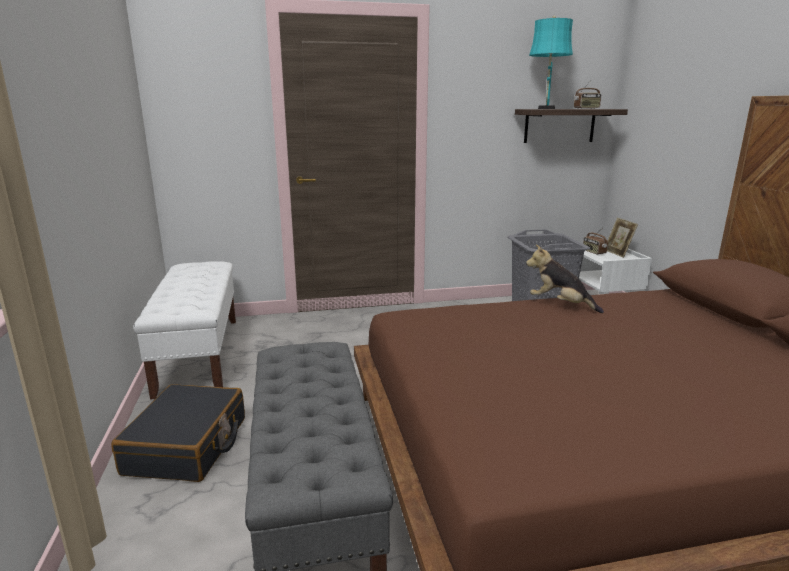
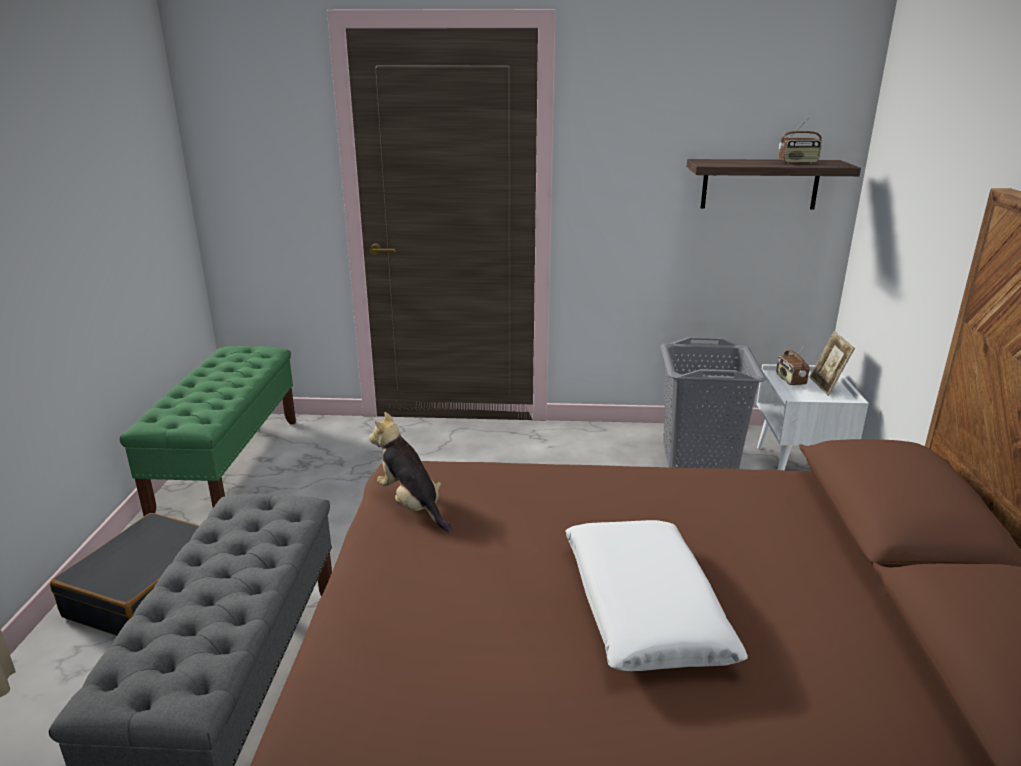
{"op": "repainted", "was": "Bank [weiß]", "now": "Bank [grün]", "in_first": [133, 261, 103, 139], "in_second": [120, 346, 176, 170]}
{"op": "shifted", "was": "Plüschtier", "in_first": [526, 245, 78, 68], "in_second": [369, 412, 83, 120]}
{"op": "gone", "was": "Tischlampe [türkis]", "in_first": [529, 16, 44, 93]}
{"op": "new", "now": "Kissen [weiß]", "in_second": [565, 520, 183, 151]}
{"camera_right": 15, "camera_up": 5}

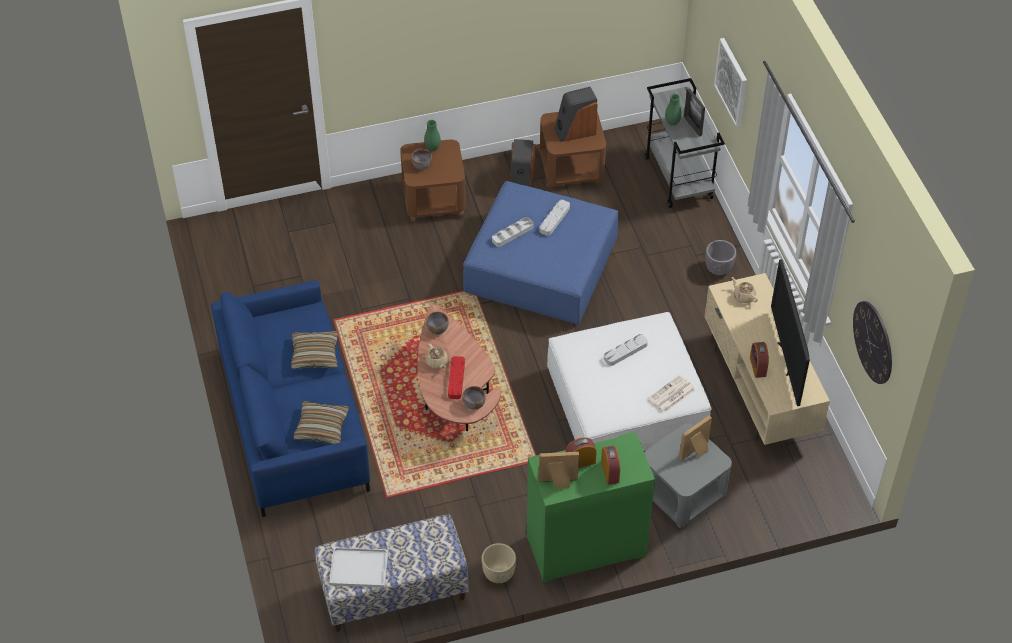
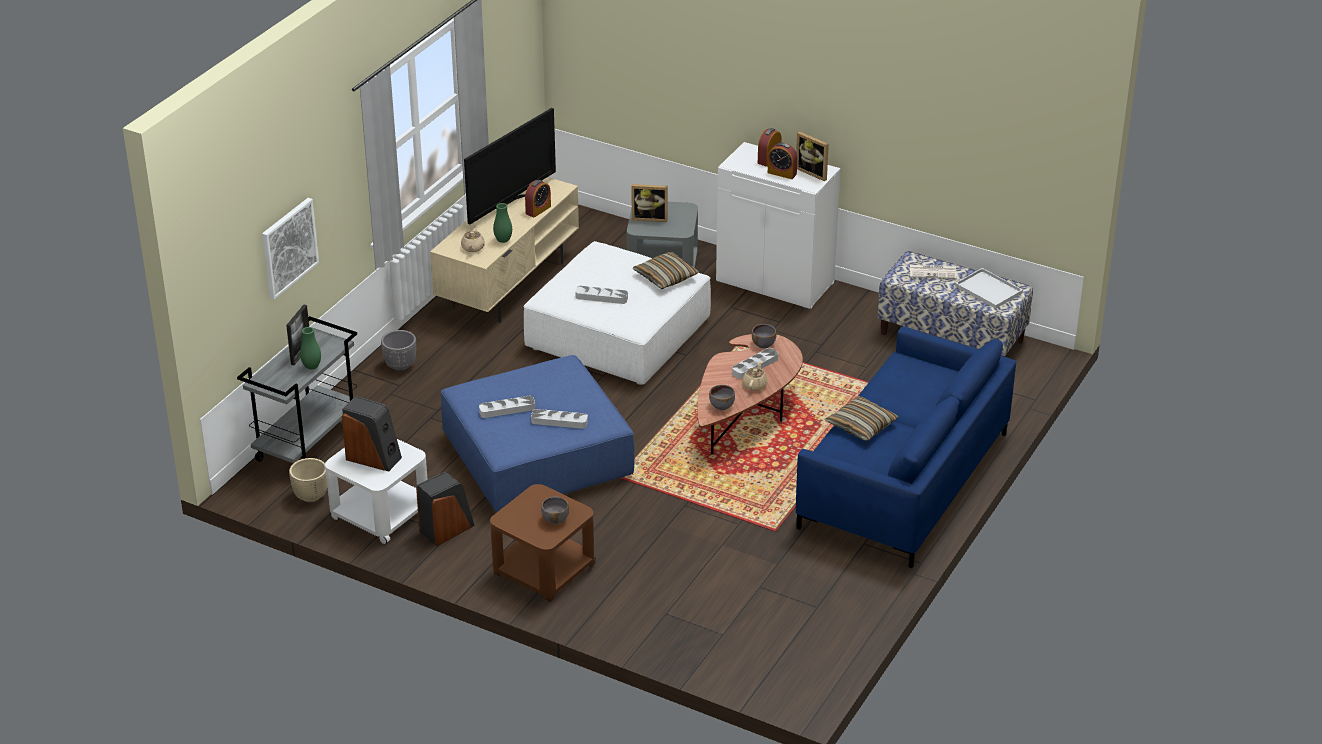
{"op": "shifted", "was": "Kissen", "in_first": [294, 401, 55, 43], "in_second": [633, 252, 66, 37]}
{"op": "shifted", "was": "Vase [grün]", "in_first": [424, 120, 17, 31], "in_second": [493, 203, 19, 40]}
{"op": "repainted", "was": "Tablett [rot]", "now": "Tablett [grau]", "in_first": [448, 356, 17, 43], "in_second": [732, 348, 46, 31]}
{"op": "shifted", "was": "Pflanzkübel [beige]", "in_first": [481, 543, 35, 40], "in_second": [289, 458, 38, 44]}
{"op": "repainted", "was": "Schrank [grün]", "now": "Schrank [weiß]", "in_first": [527, 432, 128, 151], "in_second": [716, 142, 124, 168]}
{"op": "repainted", "was": "Beistelltisch [braun]", "now": "Beistelltisch [weiß]", "in_first": [538, 112, 68, 78], "in_second": [325, 439, 103, 105]}
{"op": "shifted", "was": "Zeitung", "in_first": [649, 375, 47, 38], "in_second": [910, 265, 47, 14]}
{"op": "gone", "was": "Wanduhr", "in_first": [853, 301, 39, 83]}
{"camera_right": -135, "camera_up": -15}

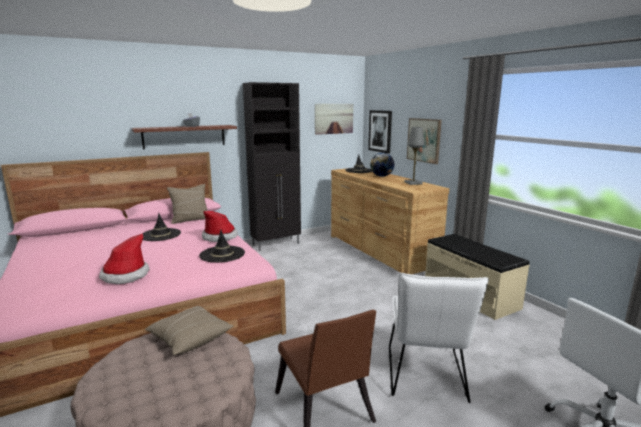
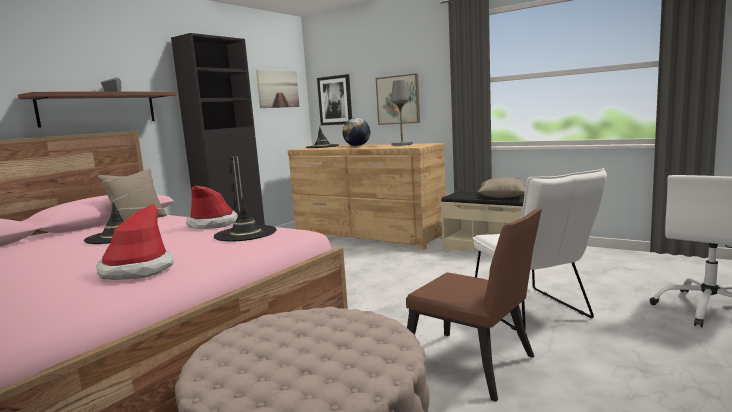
{"op": "shifted", "was": "Kissen [beige]", "in_first": [145, 306, 88, 49], "in_second": [478, 177, 47, 21]}
{"camera_right": -25, "camera_up": -5}

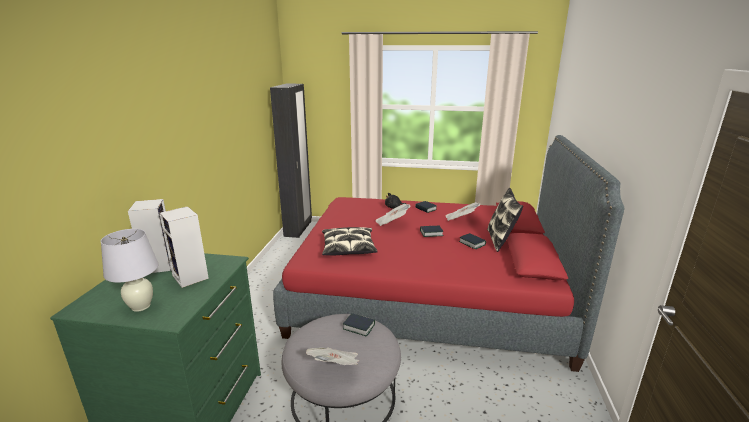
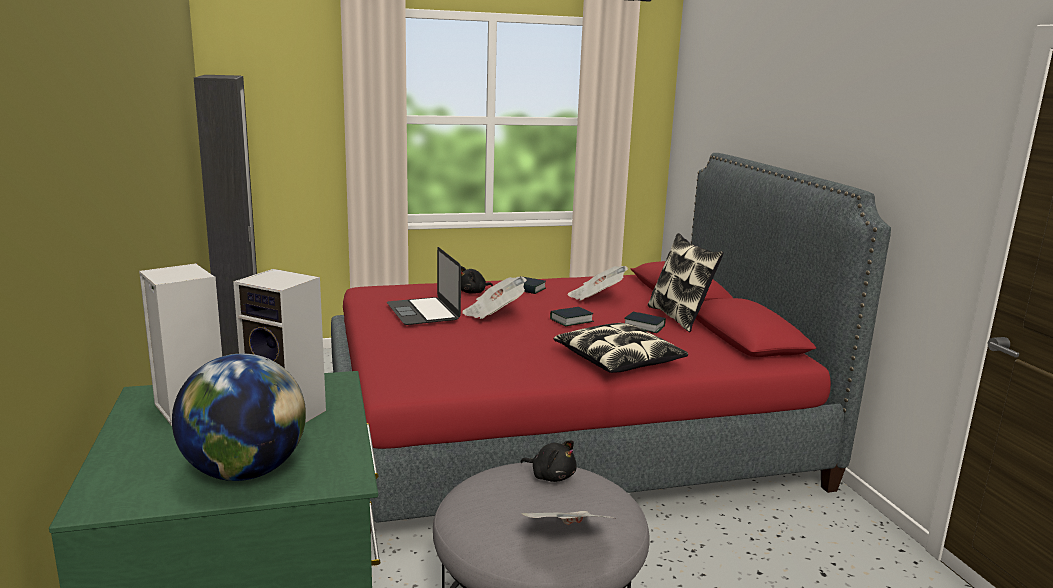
{"op": "swapped", "was": "Tischlampe [weiß]", "now": "Globus", "in_first": [101, 229, 57, 83], "in_second": [172, 354, 134, 127]}
{"op": "shifted", "was": "Kissen", "in_first": [322, 227, 56, 28], "in_second": [554, 323, 134, 50]}
{"op": "swapped", "was": "Buch", "now": "Plüschtier [schwarz]", "in_first": [343, 313, 32, 24], "in_second": [520, 440, 57, 42]}
{"op": "new", "now": "Laptop", "in_second": [387, 247, 74, 78]}
{"camera_right": -25, "camera_up": -5}

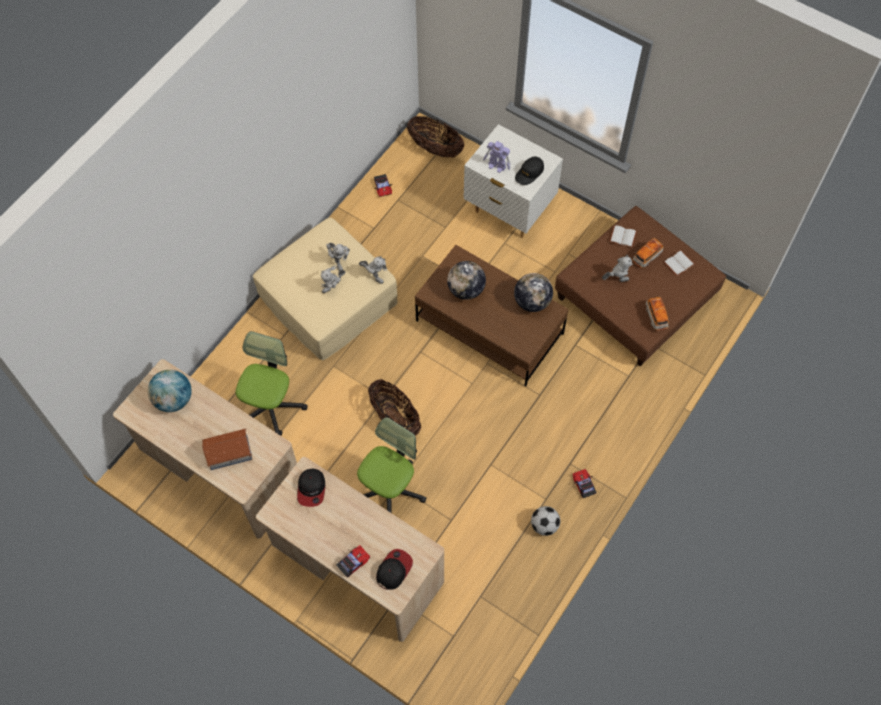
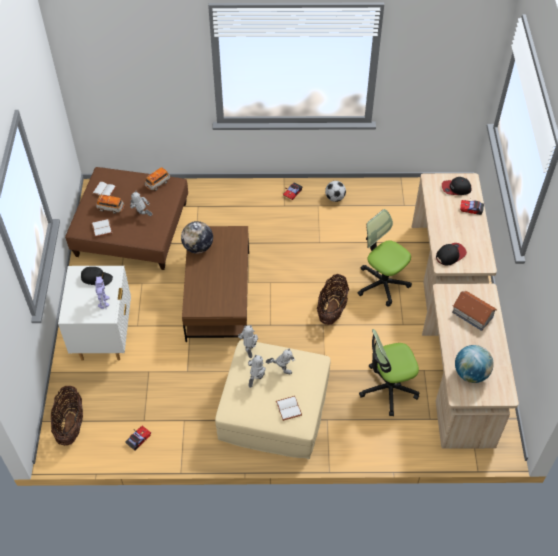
{"op": "rotated", "was": "Bürostuhl", "in_first": [357, 417, 69, 96], "in_second": [358, 209, 54, 97], "clockwise": 45}
{"op": "gone", "was": "Globus", "in_first": [447, 261, 39, 39]}
{"op": "new", "now": "Buch [weiß]", "in_second": [276, 396, 26, 25]}
{"camera_right": -125, "camera_up": -10}

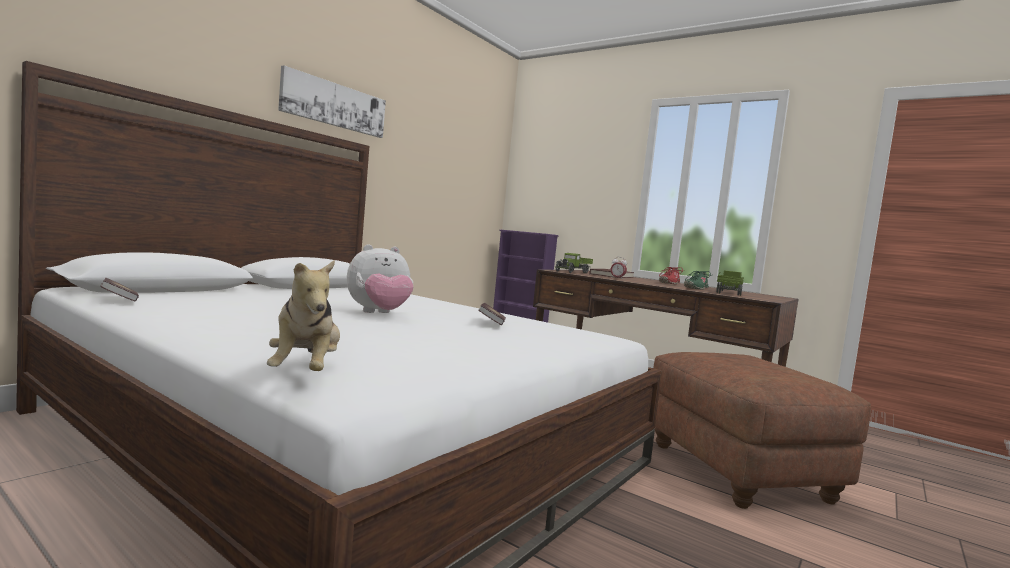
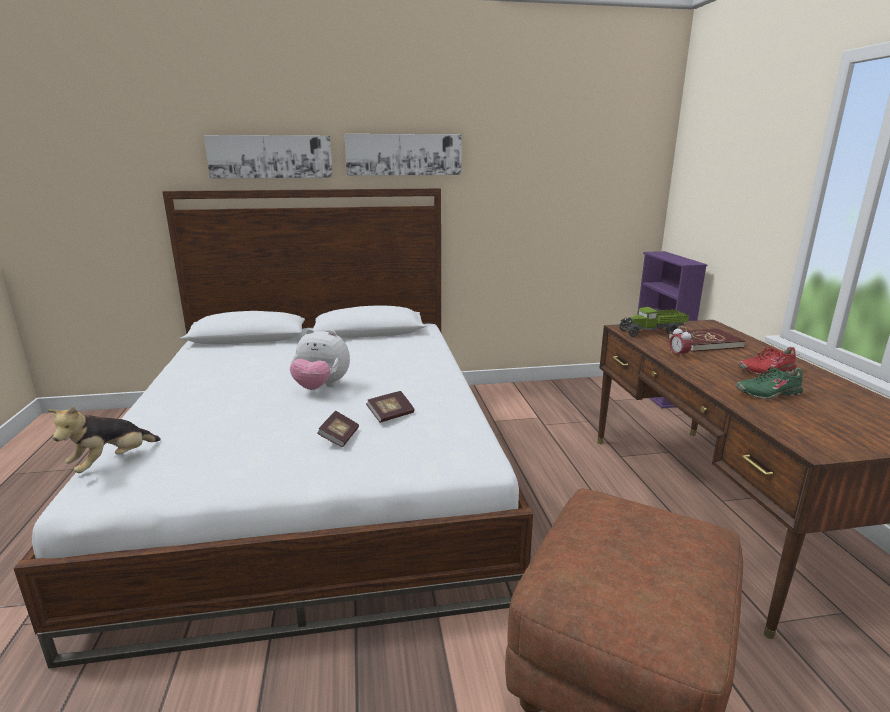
{"op": "shifted", "was": "Buch", "in_first": [100, 278, 39, 23], "in_second": [317, 411, 42, 36]}
{"op": "gone", "was": "Spielzeuglaster", "in_first": [716, 270, 28, 26]}
{"op": "new", "now": "Bild", "in_second": [204, 135, 129, 43]}
{"camera_right": 45, "camera_up": 15}

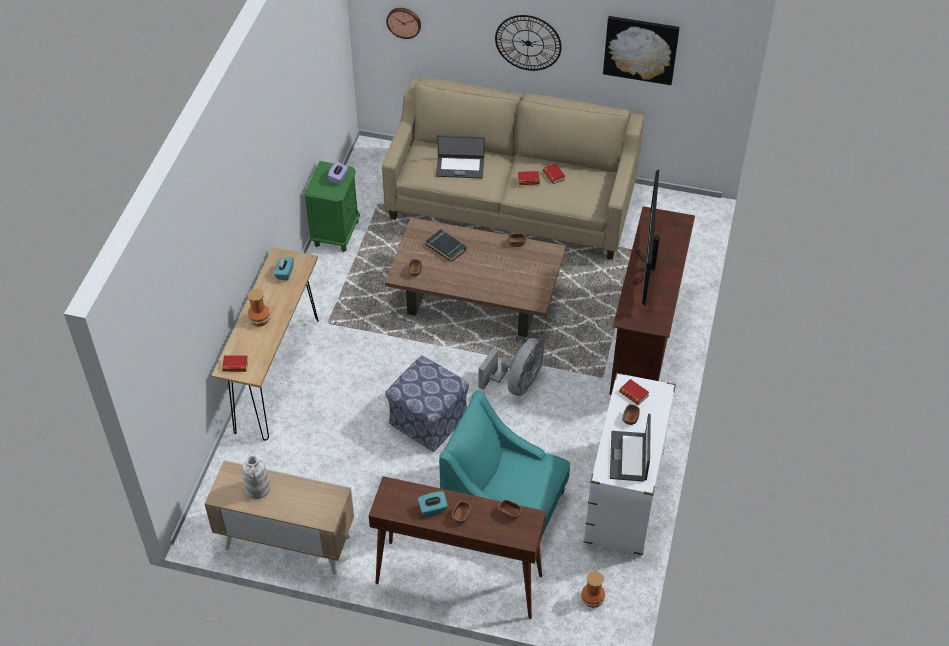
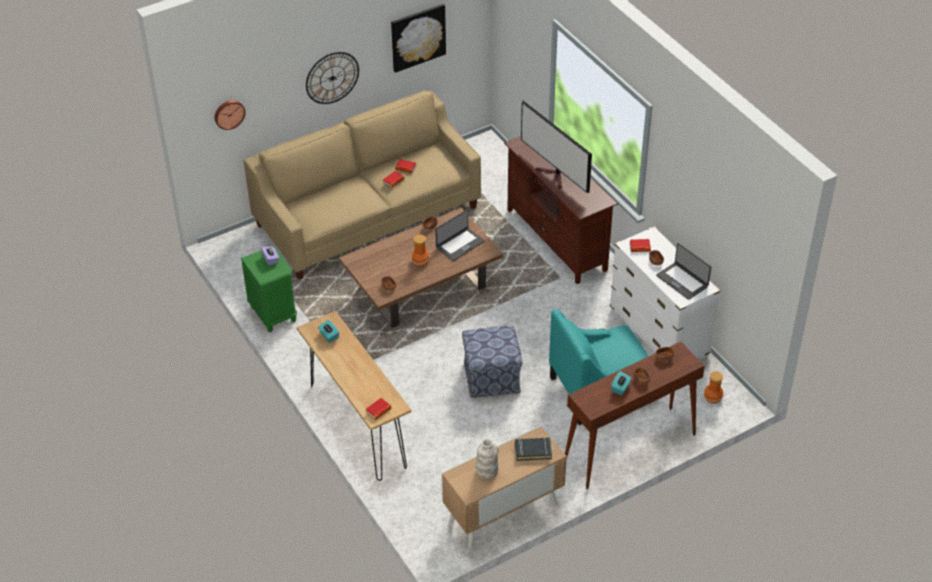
{"op": "shifted", "was": "Vase", "in_first": [247, 289, 24, 38], "in_second": [411, 235, 19, 32]}
{"op": "shifted", "was": "Buch [schwarz]", "in_first": [426, 229, 40, 33], "in_second": [515, 437, 37, 24]}
{"op": "shifted", "was": "Laptop", "in_first": [436, 135, 48, 43], "in_second": [435, 209, 50, 52]}
{"op": "gone", "was": "Ventilator [grau]", "in_first": [478, 338, 66, 58]}
{"camera_right": -45, "camera_up": -5}

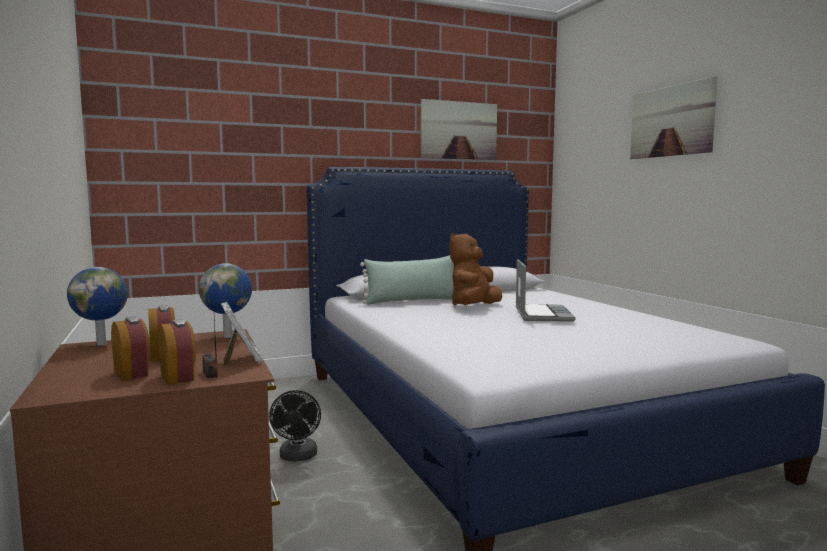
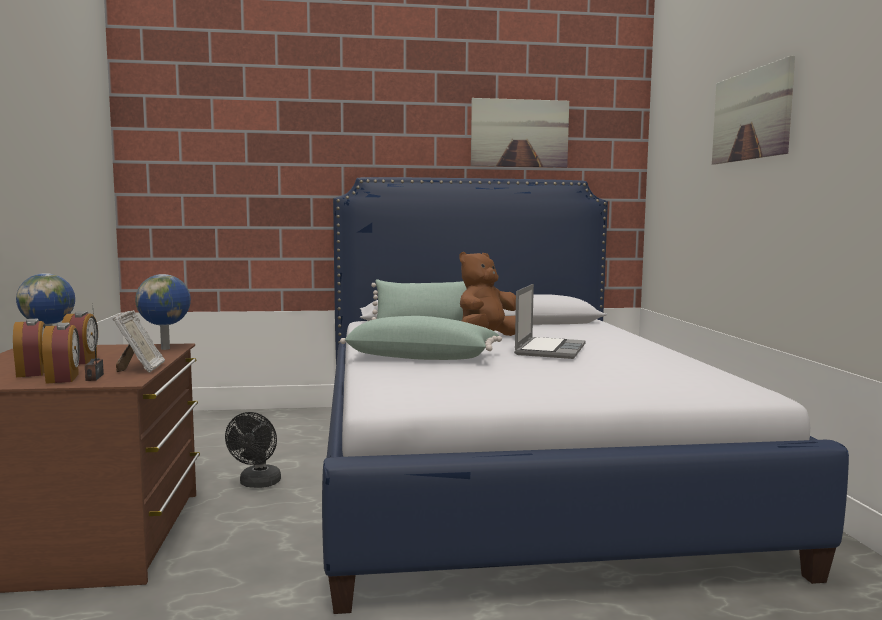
{"op": "new", "now": "Kissen [grün]", "in_second": [340, 316, 162, 44]}
{"camera_right": 15, "camera_up": 0}

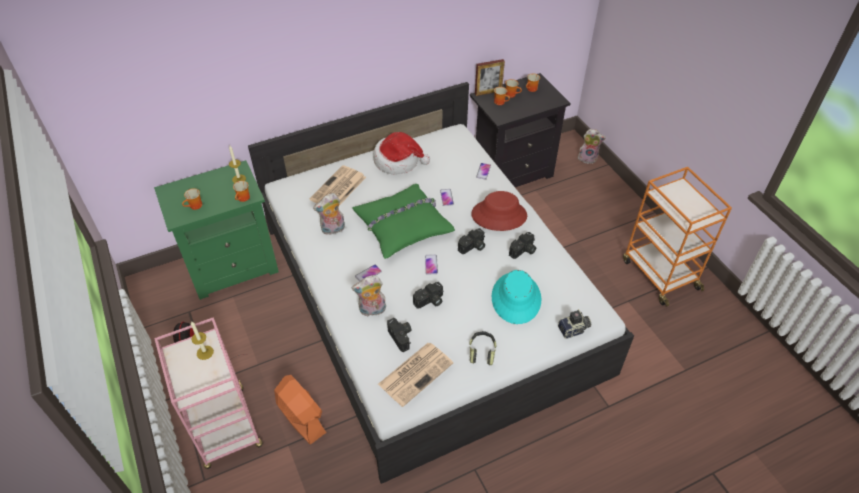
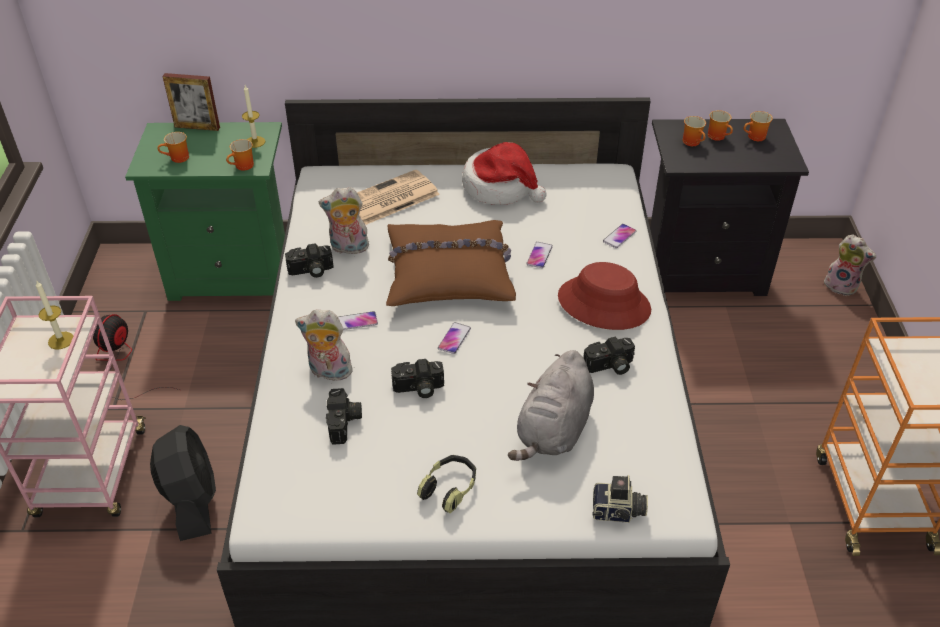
{"op": "repainted", "was": "Ventilator [orange]", "now": "Ventilator [schwarz]", "in_first": [274, 375, 53, 70], "in_second": [150, 425, 66, 116]}
{"op": "repainted", "was": "Kissen [grün]", "now": "Kissen [braun]", "in_first": [352, 184, 103, 75], "in_second": [386, 220, 130, 86]}
{"op": "gone", "was": "Zeitung", "in_first": [378, 343, 75, 64]}
{"op": "shifted", "was": "Kamera", "in_first": [458, 228, 27, 26], "in_second": [285, 244, 49, 34]}
{"op": "shifted", "was": "Bilderrahmen", "in_first": [475, 59, 30, 37], "in_second": [162, 73, 58, 58]}
{"op": "swapped", "was": "Hut [türkis]", "now": "Plüschtier [grau]", "in_first": [492, 270, 49, 54], "in_second": [508, 350, 86, 111]}
{"camera_right": 25, "camera_up": -5}

